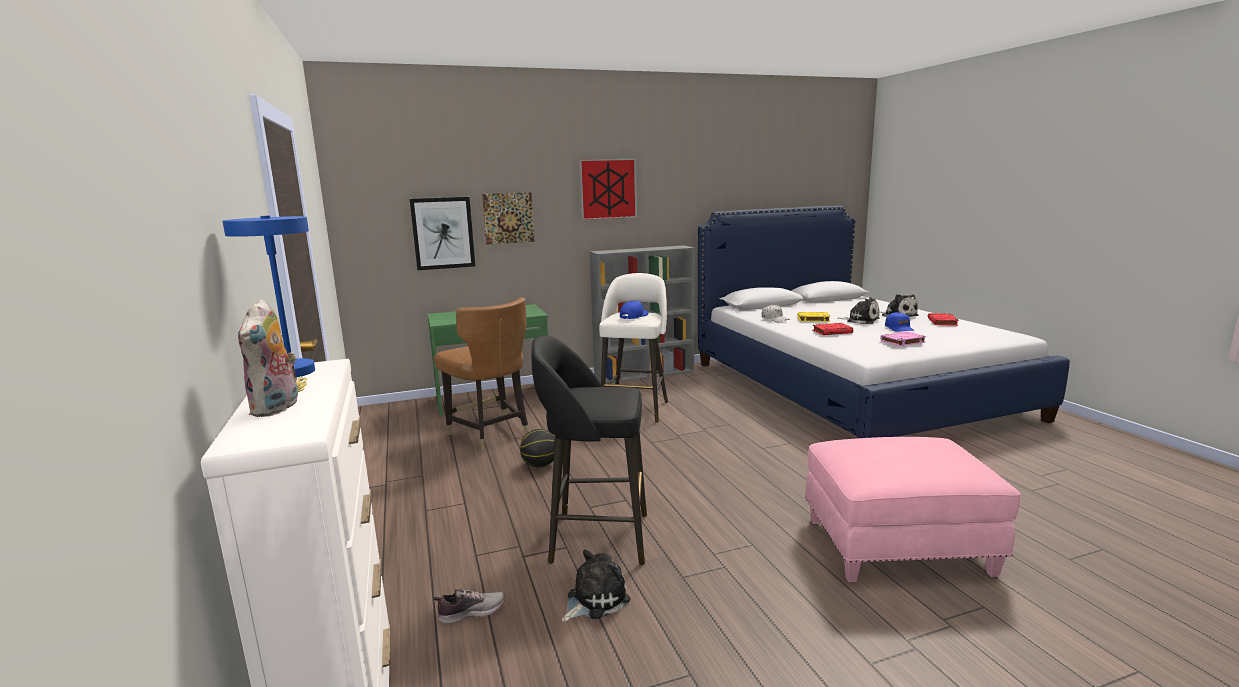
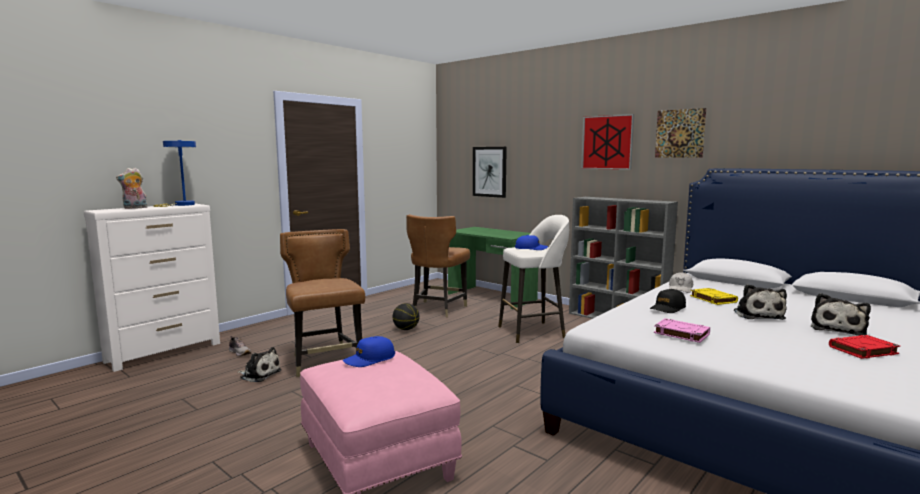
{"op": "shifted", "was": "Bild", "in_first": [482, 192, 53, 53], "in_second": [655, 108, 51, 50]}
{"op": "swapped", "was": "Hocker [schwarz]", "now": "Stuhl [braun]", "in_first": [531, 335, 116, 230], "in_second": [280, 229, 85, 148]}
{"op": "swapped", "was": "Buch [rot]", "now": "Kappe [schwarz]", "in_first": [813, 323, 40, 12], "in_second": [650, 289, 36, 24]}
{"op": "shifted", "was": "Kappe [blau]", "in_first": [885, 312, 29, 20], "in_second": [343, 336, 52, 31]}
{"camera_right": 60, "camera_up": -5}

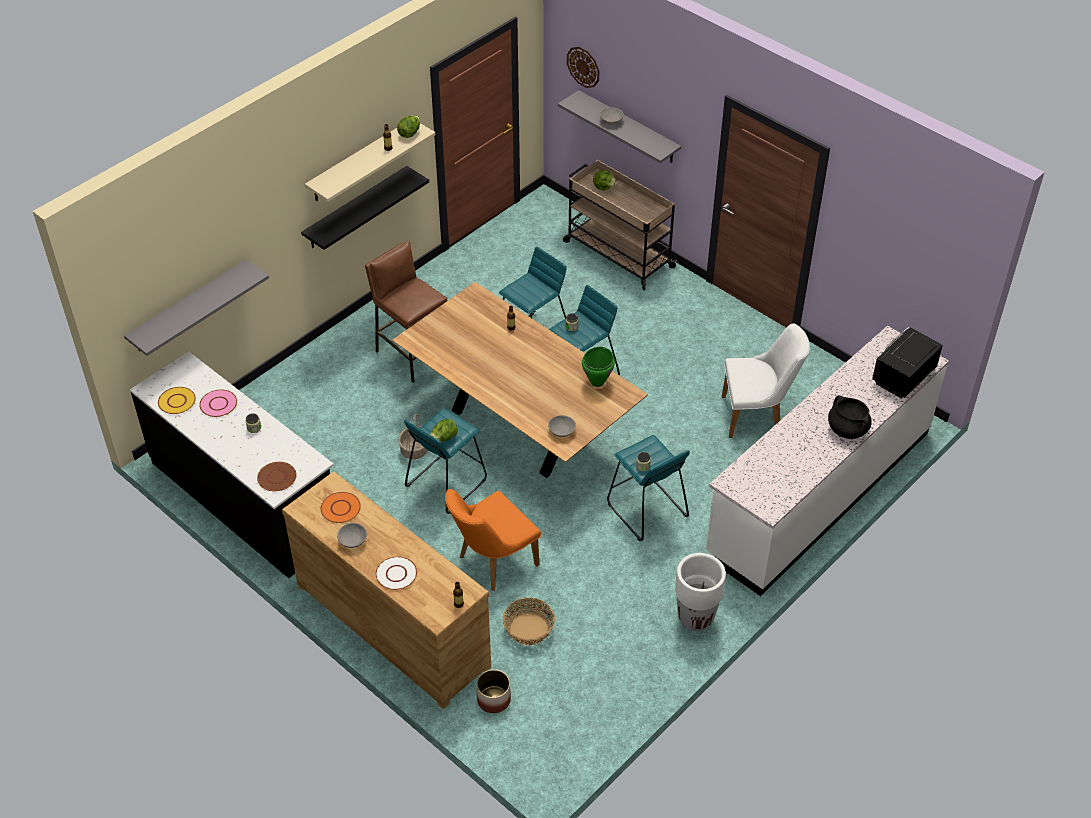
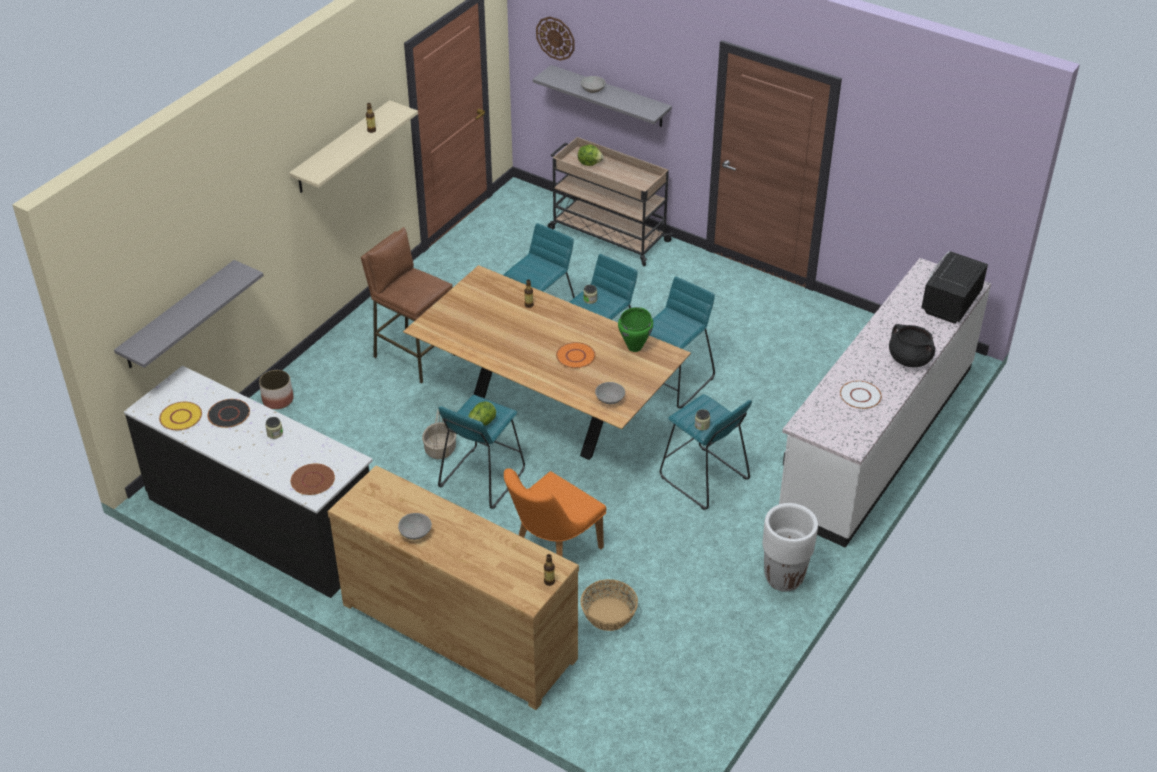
{"op": "repainted", "was": "Teller [rosa]", "now": "Teller [schwarz]", "in_first": [199, 389, 38, 28], "in_second": [207, 399, 43, 29]}
{"op": "gone", "was": "Wandregal [schwarz]", "in_first": [301, 166, 128, 84]}
{"op": "shifted", "was": "Teller [orange]", "in_first": [321, 492, 40, 31], "in_second": [556, 342, 40, 26]}
{"op": "shifted", "was": "Teller [weiß]", "in_first": [376, 556, 41, 34], "in_second": [840, 381, 42, 28]}
{"op": "gone", "was": "Salatkopf", "in_first": [397, 116, 23, 22]}
{"op": "shifted", "was": "Pflanzkübel", "in_first": [476, 669, 35, 44], "in_second": [259, 370, 34, 39]}
{"op": "gone", "was": "Stuhl [weiß]", "in_first": [722, 323, 88, 115]}
{"op": "new", "now": "Hocker [türkis]", "in_second": [649, 277, 66, 131]}
{"camera_right": -10, "camera_up": -5}

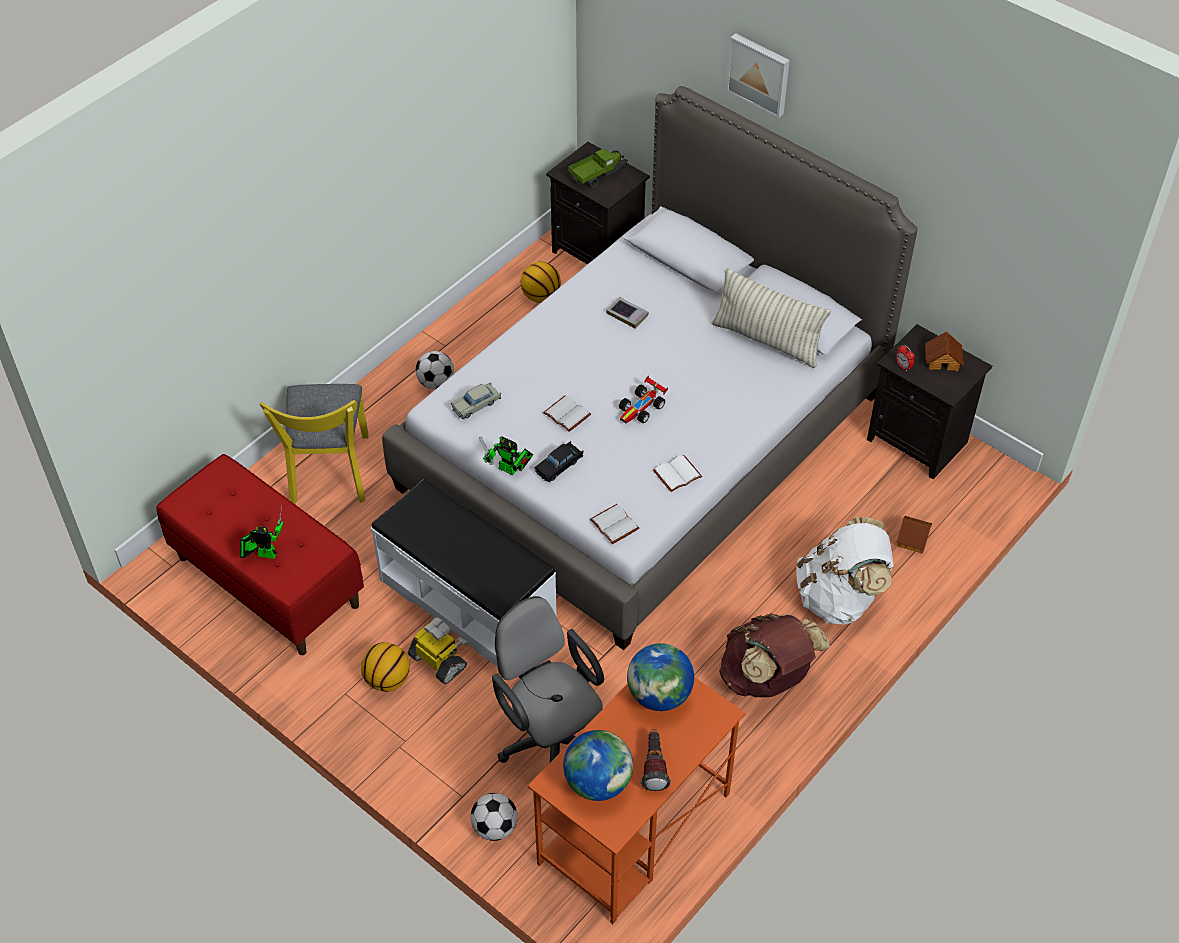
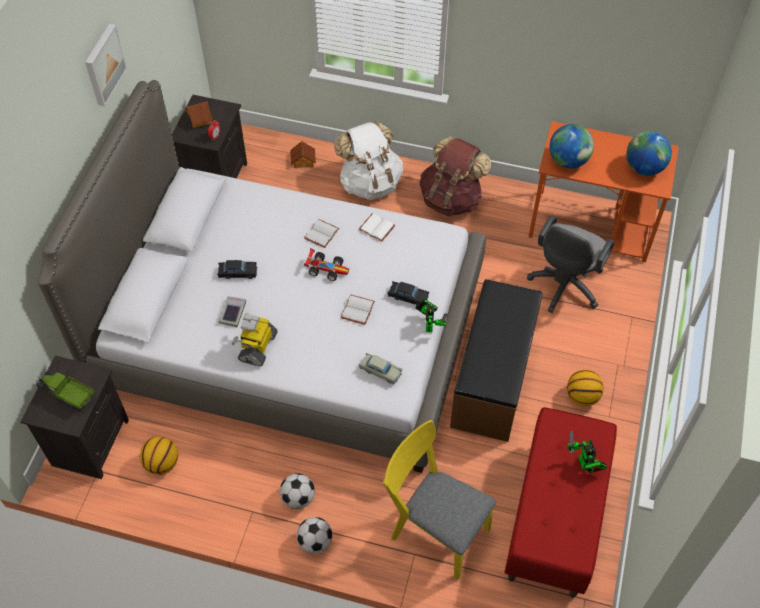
{"op": "rotated", "was": "Stuhl [gelb]", "in_first": [260, 384, 108, 120], "in_second": [383, 420, 113, 160], "clockwise": -120}
{"op": "repainted", "was": "Bank [weiß]", "now": "Bank [braun]", "in_first": [371, 478, 186, 189], "in_second": [450, 279, 93, 163]}
{"op": "shifted", "was": "Spielzeugroboter", "in_first": [408, 617, 60, 67], "in_second": [232, 313, 46, 53]}
{"op": "shifted", "was": "Fußball", "in_first": [471, 793, 47, 48], "in_second": [297, 517, 36, 37]}
{"op": "shifted", "was": "Buch [weiß]", "in_first": [590, 504, 50, 40], "in_second": [304, 219, 36, 29]}
{"op": "gone", "was": "Taschenlampe", "in_first": [641, 729, 30, 62]}
{"op": "gone", "was": "Kissen", "in_first": [711, 268, 120, 100]}
{"op": "shifted", "was": "Bild", "in_first": [726, 33, 64, 85], "in_second": [85, 23, 43, 83]}
{"op": "new", "now": "Spielzeugauto [schwarz]", "in_second": [217, 260, 40, 19]}
{"camera_right": -115, "camera_up": 5}

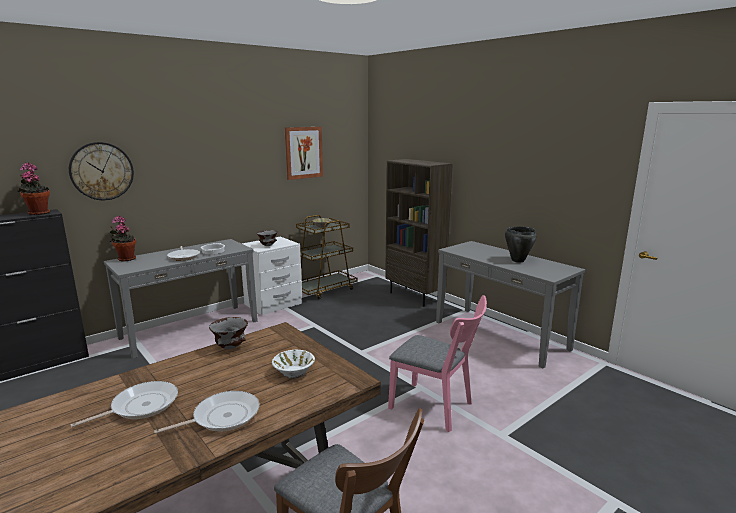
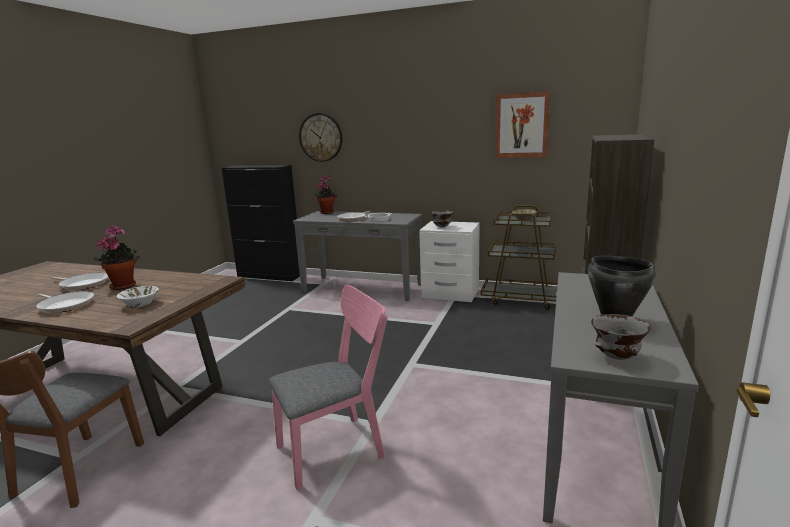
{"op": "shifted", "was": "Topfpflanze", "in_first": [18, 163, 32, 52], "in_second": [94, 225, 46, 65]}
{"op": "shifted", "was": "Schüssel [grau]", "in_first": [209, 317, 39, 32], "in_second": [591, 314, 60, 46]}
{"op": "rotated", "was": "Stuhl [rosa]", "in_first": [388, 295, 99, 137], "in_second": [269, 285, 119, 205], "clockwise": -120}
{"camera_right": 60, "camera_up": 0}

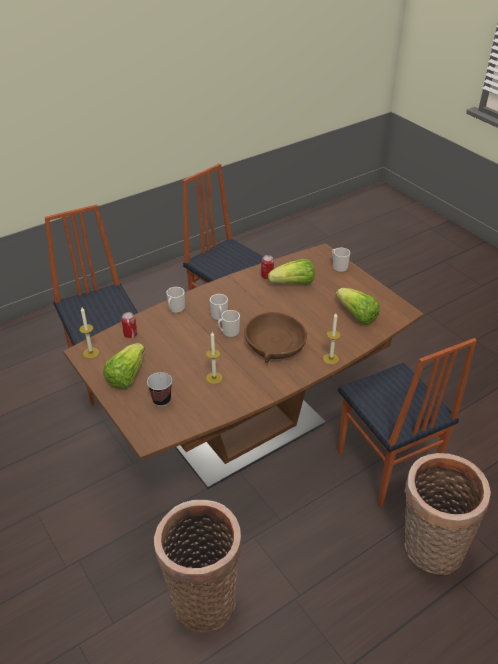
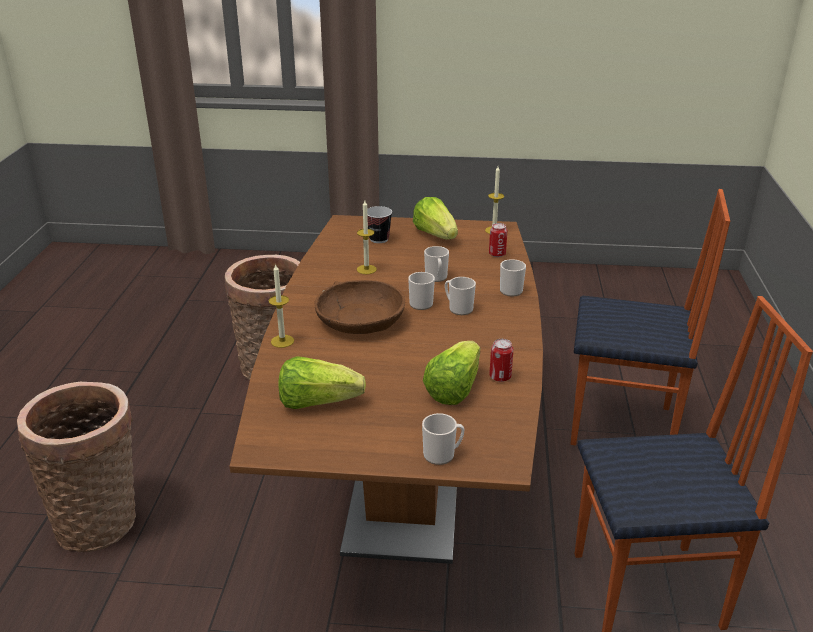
{"op": "gone", "was": "Stuhl", "in_first": [338, 338, 139, 169]}
{"op": "new", "now": "Henkelbecher", "in_second": [424, 246, 25, 36]}
{"camera_right": 130, "camera_up": -10}

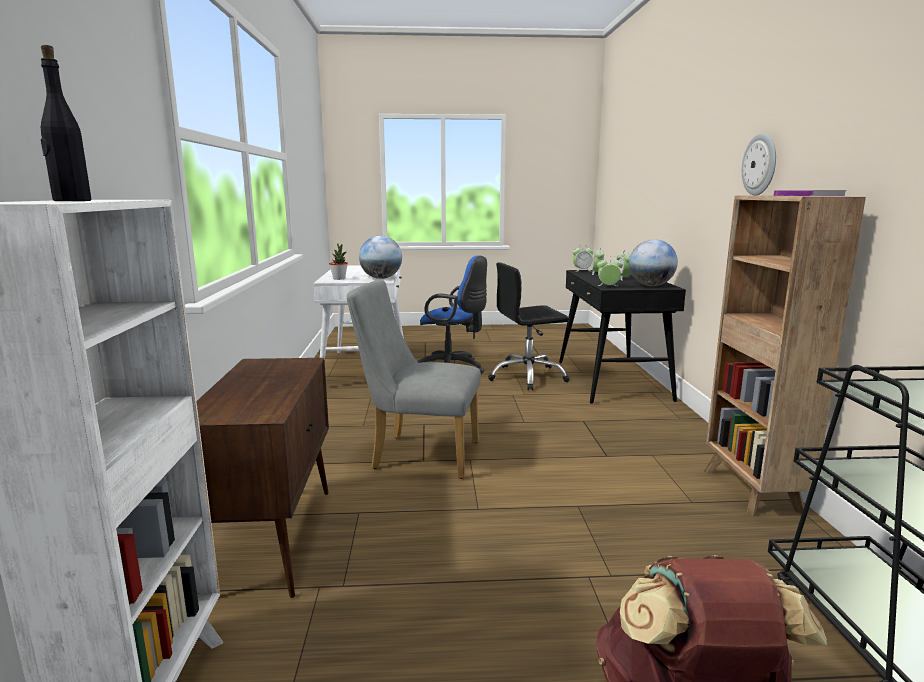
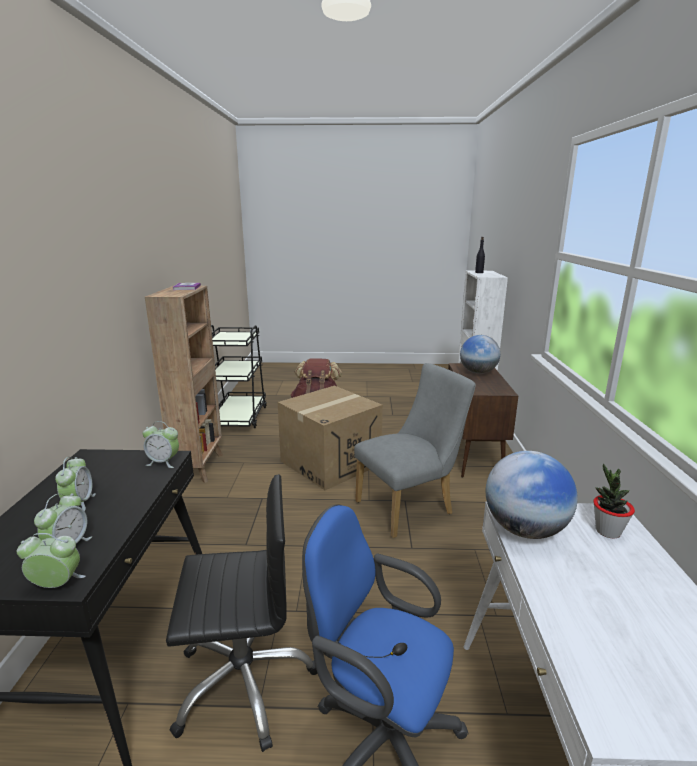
{"op": "rotated", "was": "Stuhl [grau]", "in_first": [347, 280, 134, 199], "in_second": [354, 363, 122, 175], "clockwise": -45}
{"op": "shifted", "was": "Globus", "in_first": [629, 239, 49, 47], "in_second": [460, 335, 40, 39]}
{"op": "gone", "was": "Wanduhr", "in_first": [742, 133, 34, 63]}
{"op": "new", "now": "Karton", "in_second": [278, 386, 105, 104]}
{"camera_right": -175, "camera_up": 5}

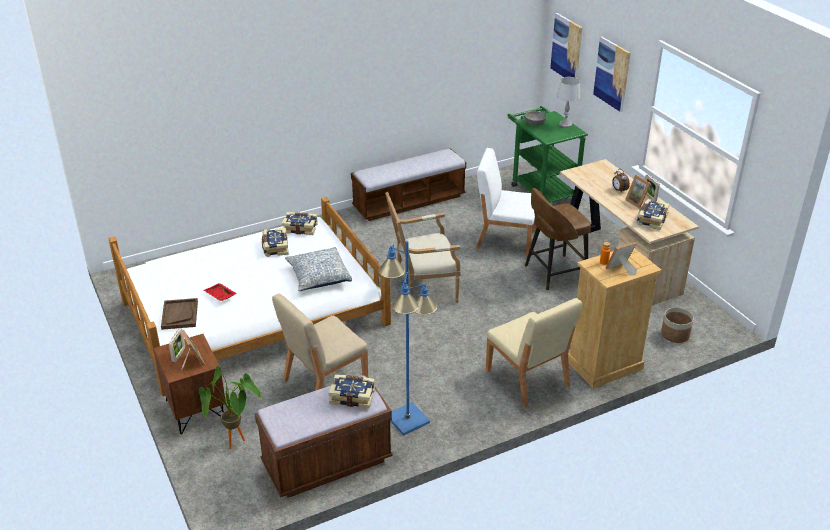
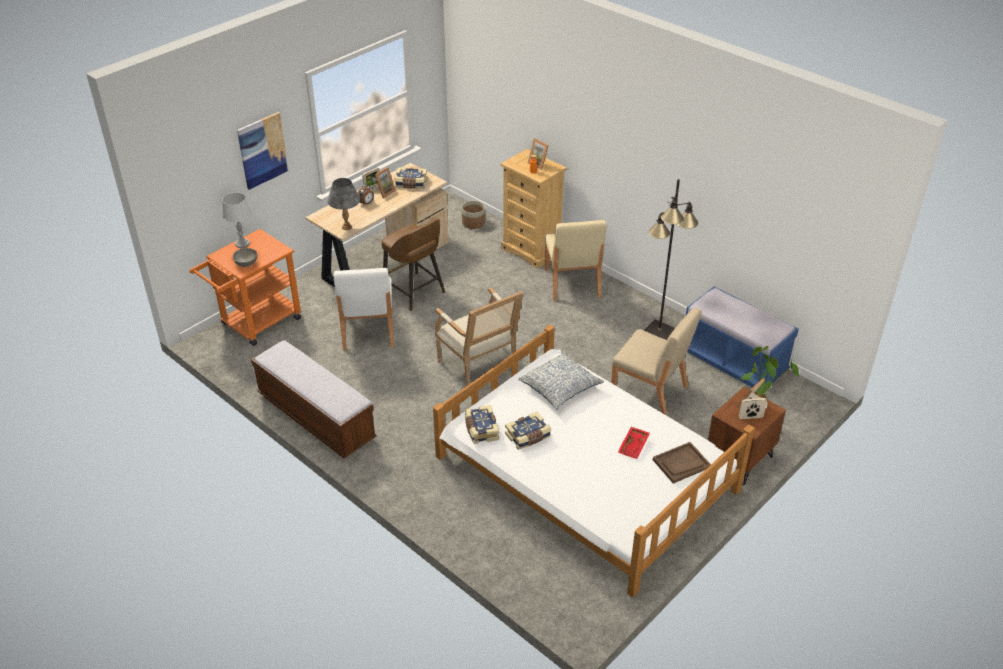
{"op": "repainted", "was": "Bank [braun]", "now": "Bank [blau]", "in_first": [255, 375, 138, 123], "in_second": [686, 287, 113, 101]}
{"op": "gone", "was": "Buch", "in_first": [328, 375, 47, 33]}
{"op": "repainted", "was": "Stehlampe [blau]", "now": "Stehlampe [schwarz]", "in_first": [378, 241, 59, 195], "in_second": [644, 179, 54, 161]}
{"op": "rotated", "was": "Stuhl [beige]", "in_first": [486, 298, 96, 110], "in_second": [545, 220, 62, 81], "clockwise": 135}
{"op": "repainted", "was": "Rollwagen [grün]", "now": "Rollwagen [orange]", "in_first": [508, 106, 80, 97], "in_second": [190, 229, 111, 117]}
{"op": "gone", "was": "Bild", "in_first": [550, 13, 32, 65]}
{"op": "new", "now": "Tischlampe [grau]", "in_second": [327, 178, 33, 52]}
{"camera_right": -110, "camera_up": 5}

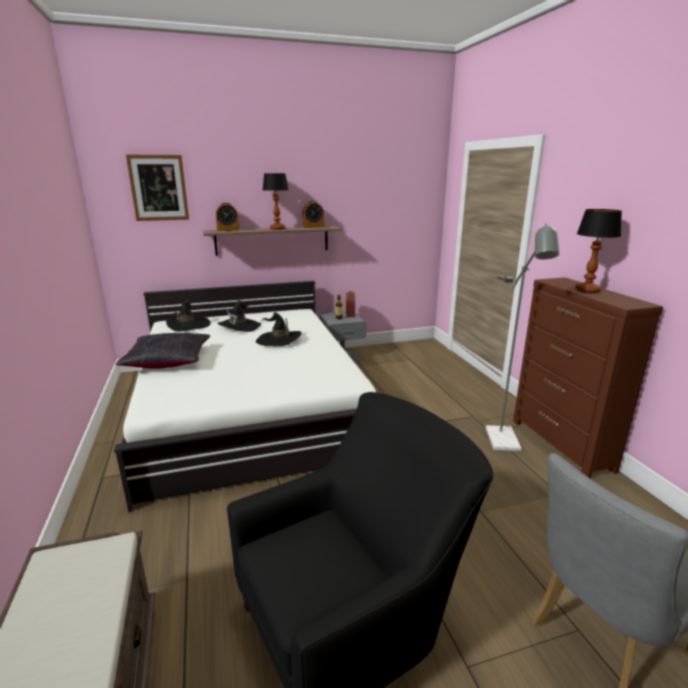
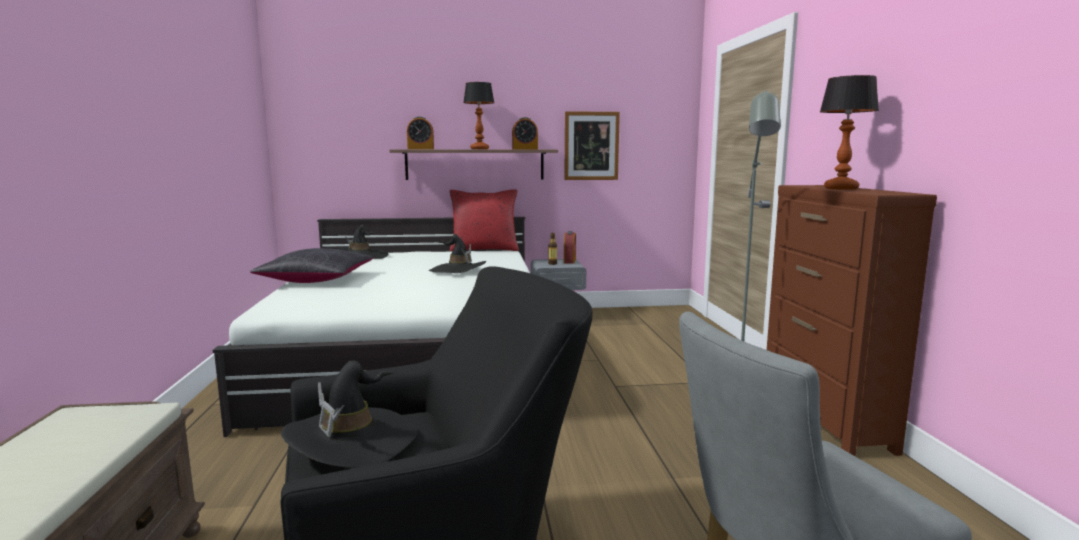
{"op": "shifted", "was": "Bild", "in_first": [126, 155, 63, 66], "in_second": [564, 111, 56, 69]}
{"op": "shifted", "was": "Hut [schwarz]", "in_first": [218, 300, 43, 32], "in_second": [281, 360, 137, 108]}
{"op": "new", "now": "Kissen [rot]", "in_second": [450, 189, 69, 62]}
{"camera_right": 10, "camera_up": -10}

